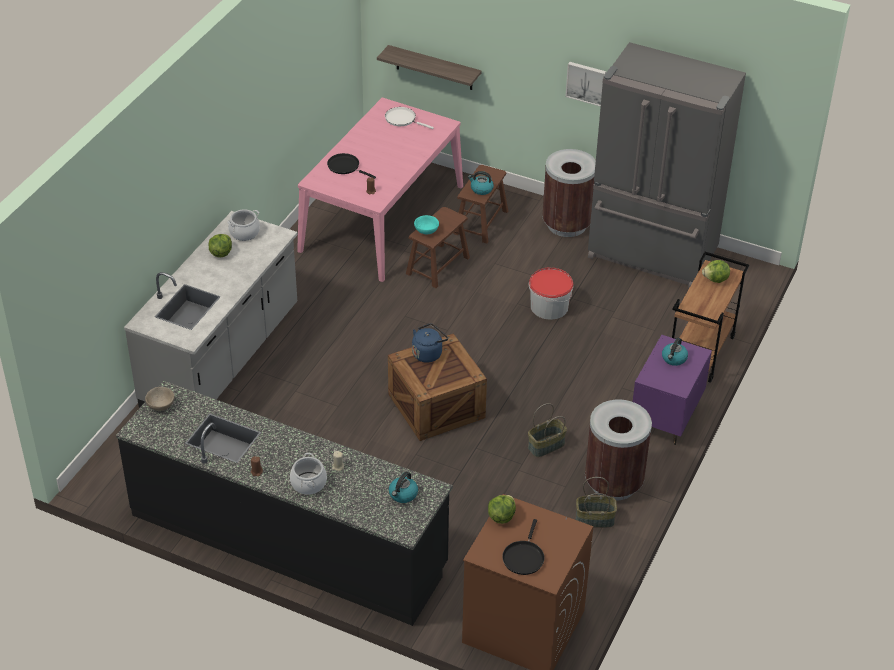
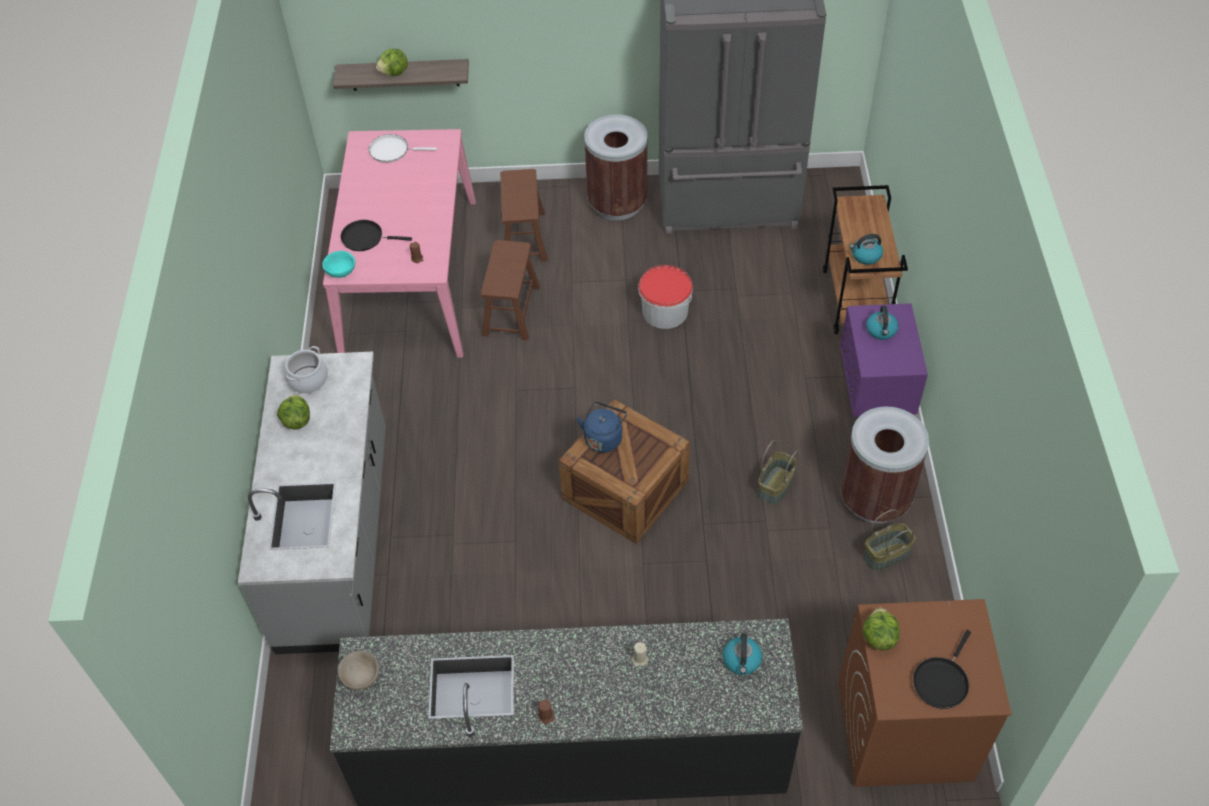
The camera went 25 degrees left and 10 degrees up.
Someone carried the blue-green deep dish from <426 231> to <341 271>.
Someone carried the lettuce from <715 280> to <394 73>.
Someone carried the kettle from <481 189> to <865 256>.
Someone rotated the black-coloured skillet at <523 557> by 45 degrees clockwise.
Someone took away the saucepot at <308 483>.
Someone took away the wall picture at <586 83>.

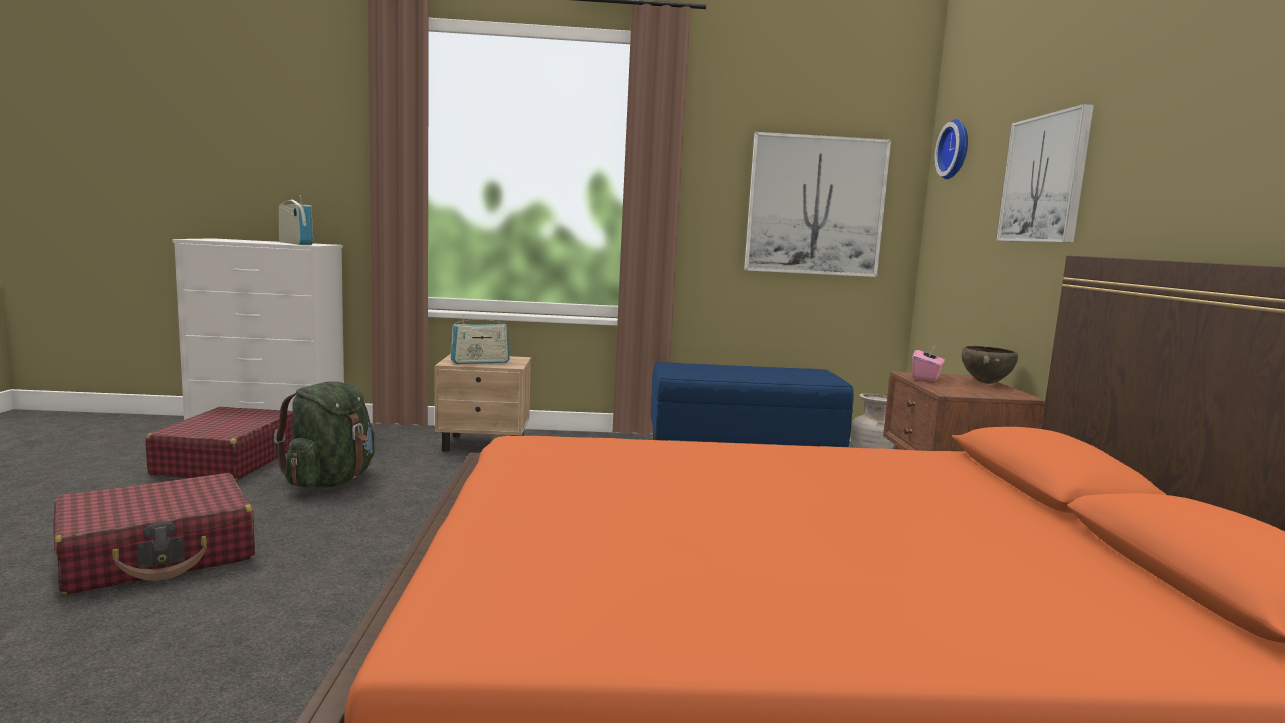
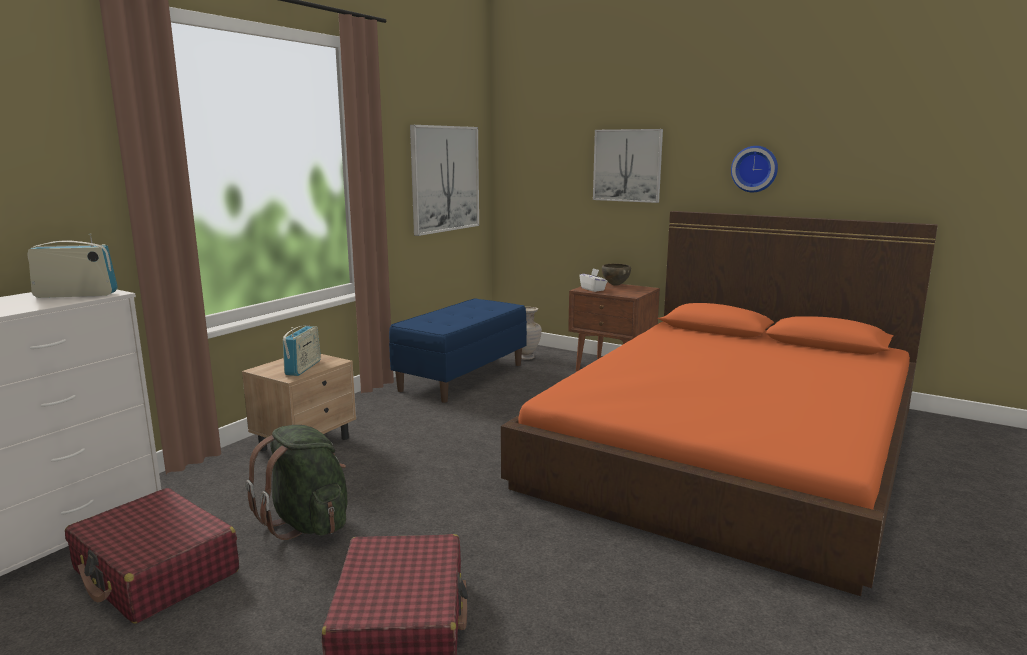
The camera went 55 degrees left and 5 degrees up.
Someone repainted the pink tissue holder at <926 377>, which became the white-coloured tissue holder at <593 289>.
Someone carried the wall clock from <956 149> to <755 169>.

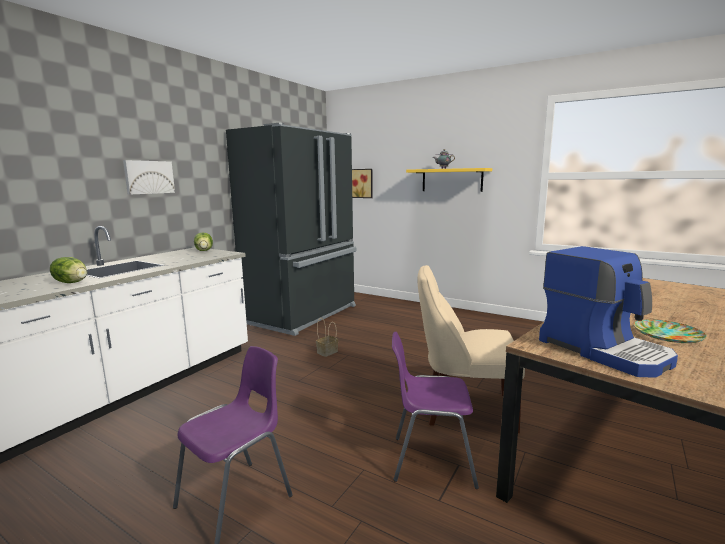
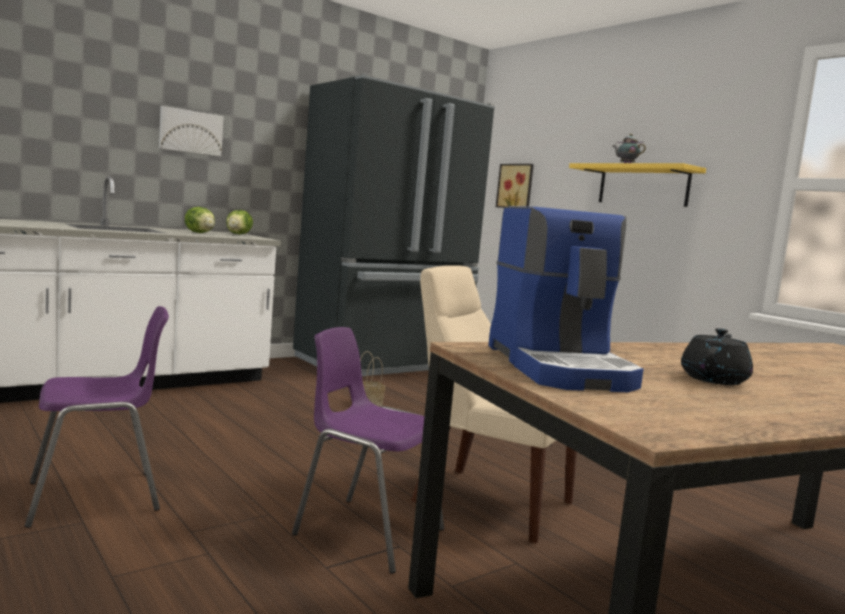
The camera went 20 degrees right and 5 degrees down.
Someone carried the lettuce from <72 282> to <200 233>.
Someone swapped the flat dish at <666 335> for the black-coloured pot for tea at <714 379>.

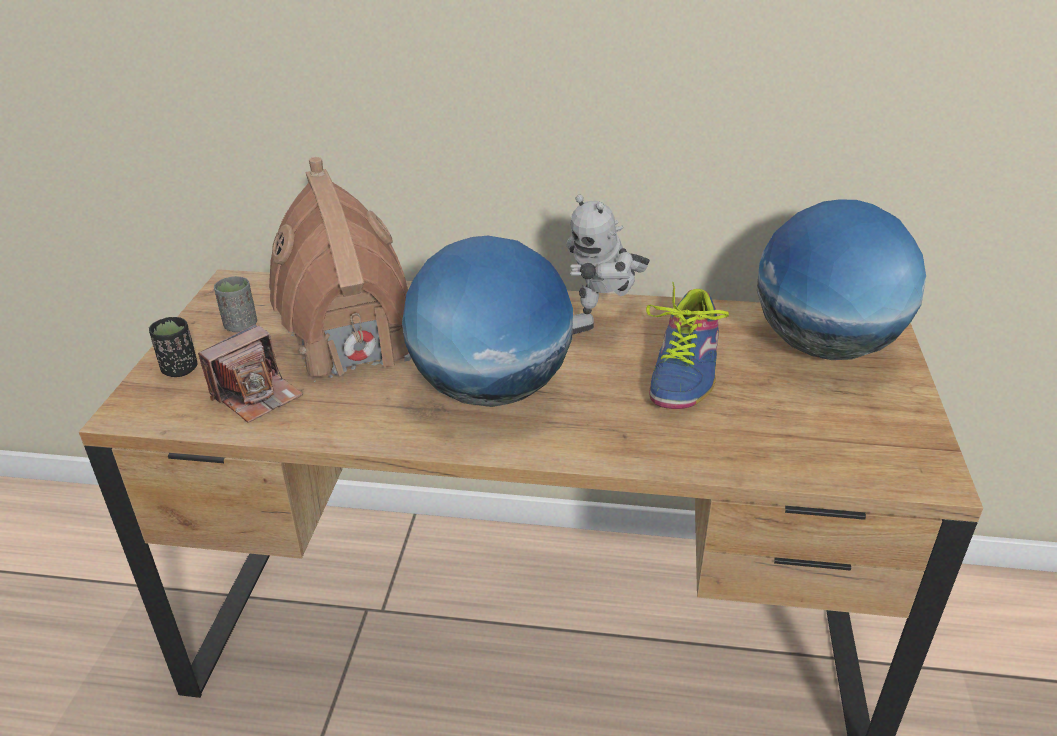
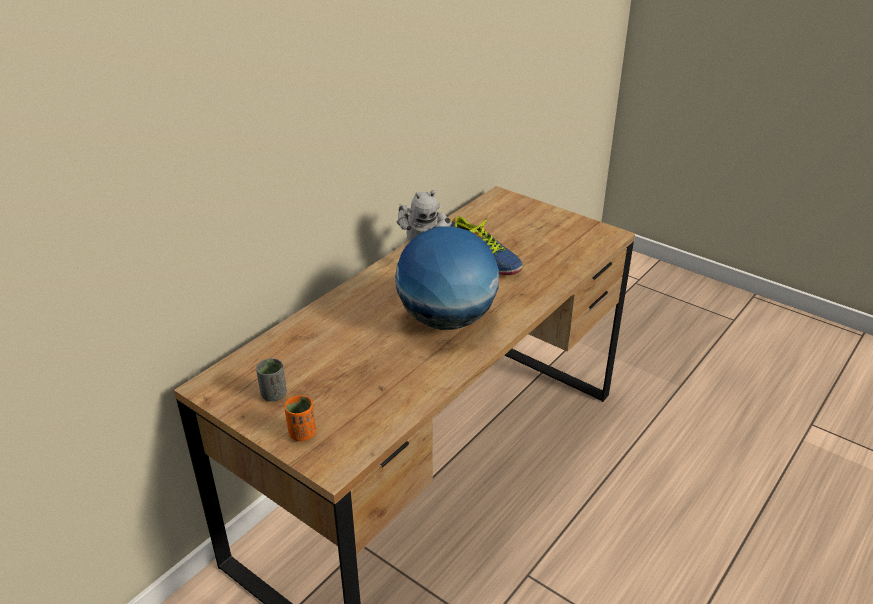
The camera went 60 degrees left and 0 degrees up.
Someone repainted the black-coloured drinking cup at <180 369>, which became the orange-coloured drinking cup at <302 433>.
Someone took away the still camera at <257 395>.
Someone took away the miniature house at <349 343>.
Someone took away the world globe at <824 347>.

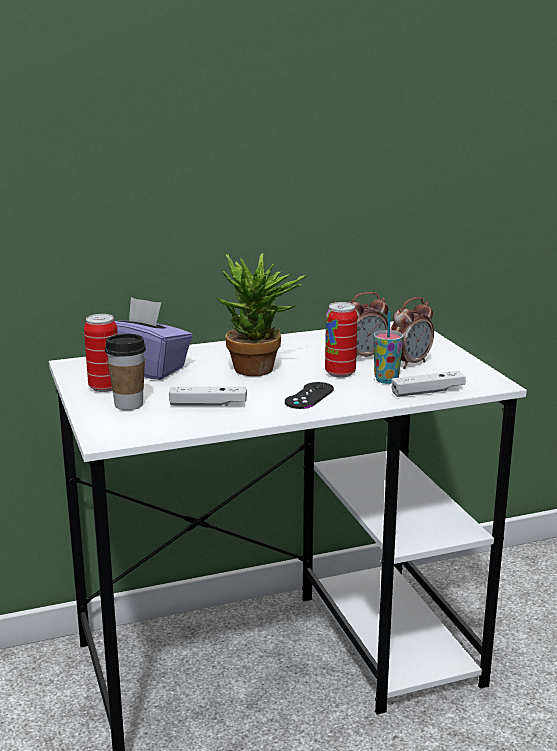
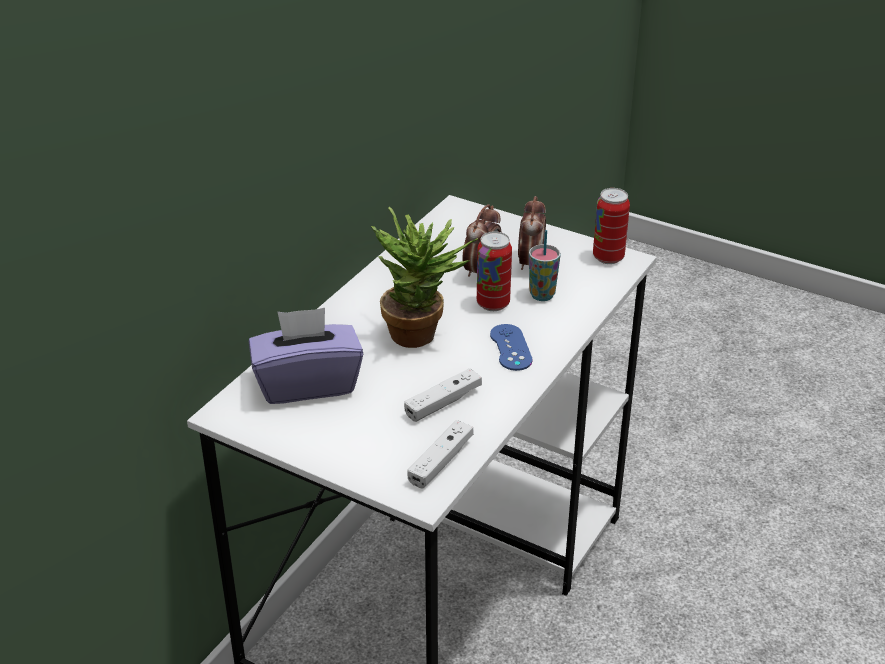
The camera went 40 degrees left and 15 degrees up.
Someone carried the white-coloured game controller from <427 391> to <440 461>.
Someone repainted the black-coloured game controller at <309 396>, which became the blue game controller at <510 347>.
Someone carried the metal can from <104 387> to <608 257>.
Someone took away the drinking cup at <128 404>.

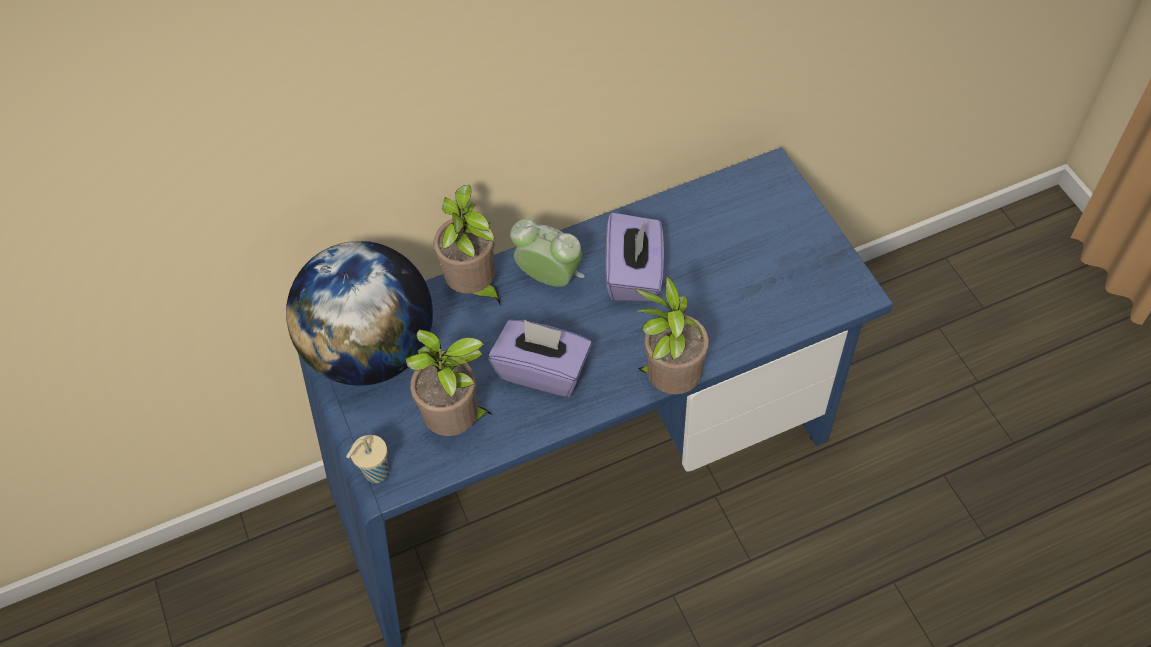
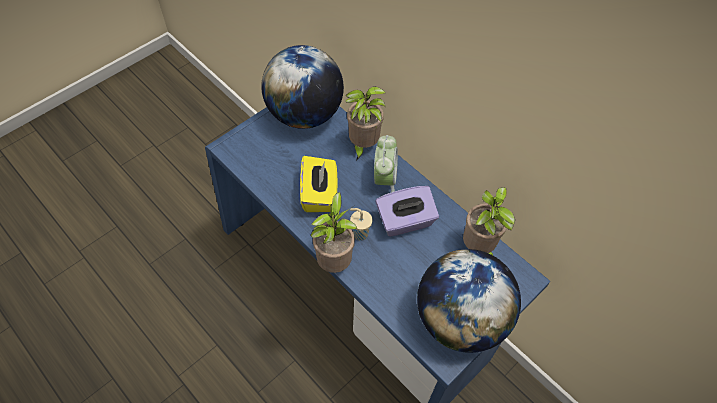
The camera went 65 degrees right and 0 degrees up.
Someone repainted the purple tissue holder at <543 370>, which became the yellow tissue holder at <319 194>.
Someone carried the beige-coloured drinking cup from <375 473> to <359 233>.
Someone put down the world globe at <460 319>.
Someone carried the plant in a pot from <457 423> to <478 249>.

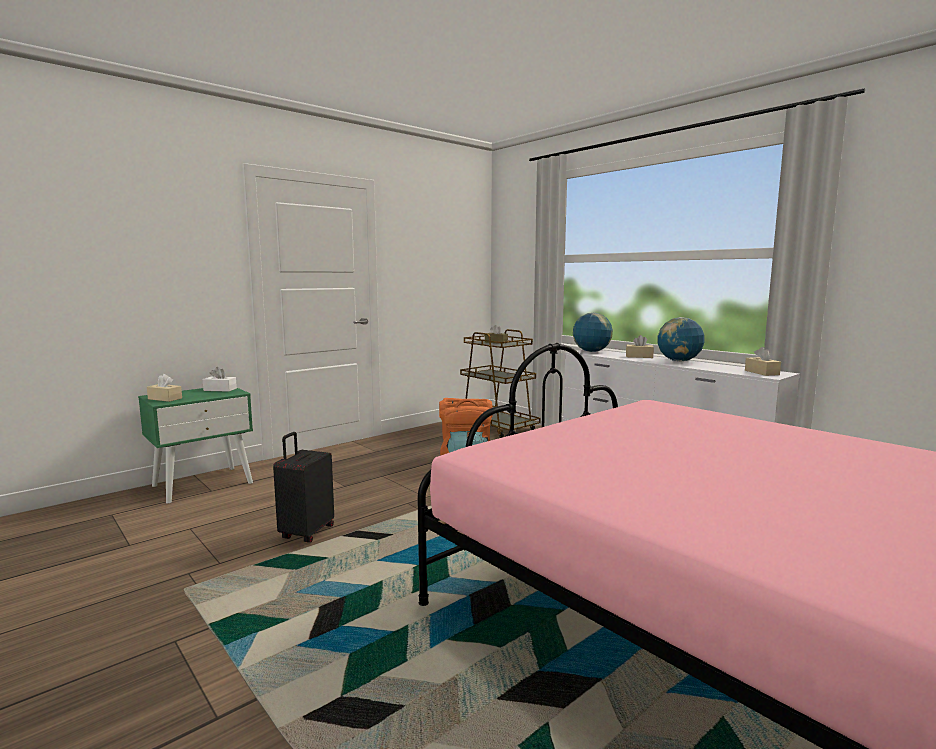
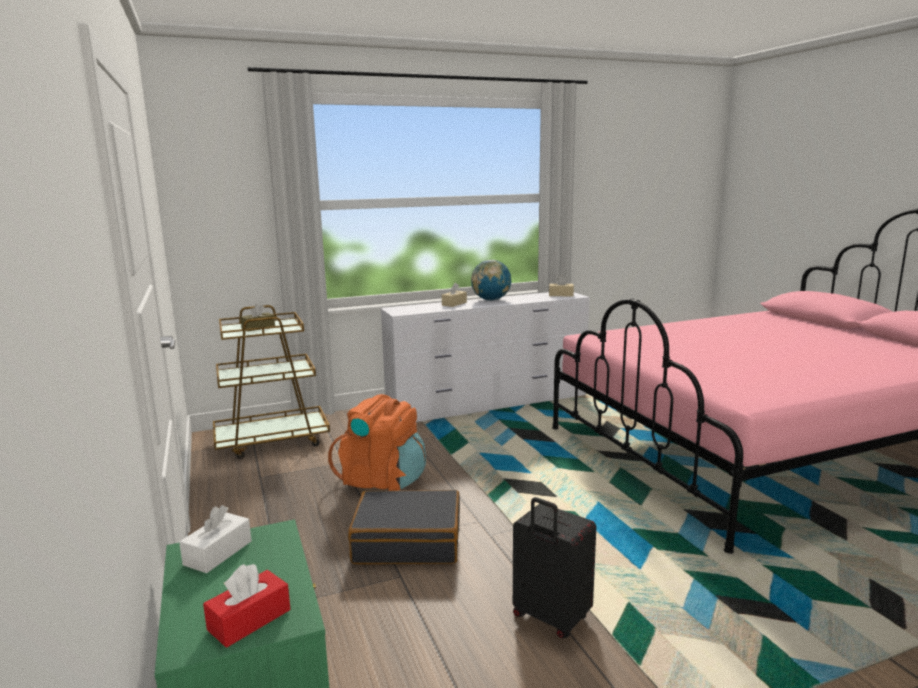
The camera went 70 degrees left and 5 degrees up.
Someone repainted the beige-coloured tissue holder at <165 398>, which became the red-coloured tissue holder at <249 620>.
Someone put down the black-coloured suitcase at <408 541>.
Someone took away the world globe at <591 351>.

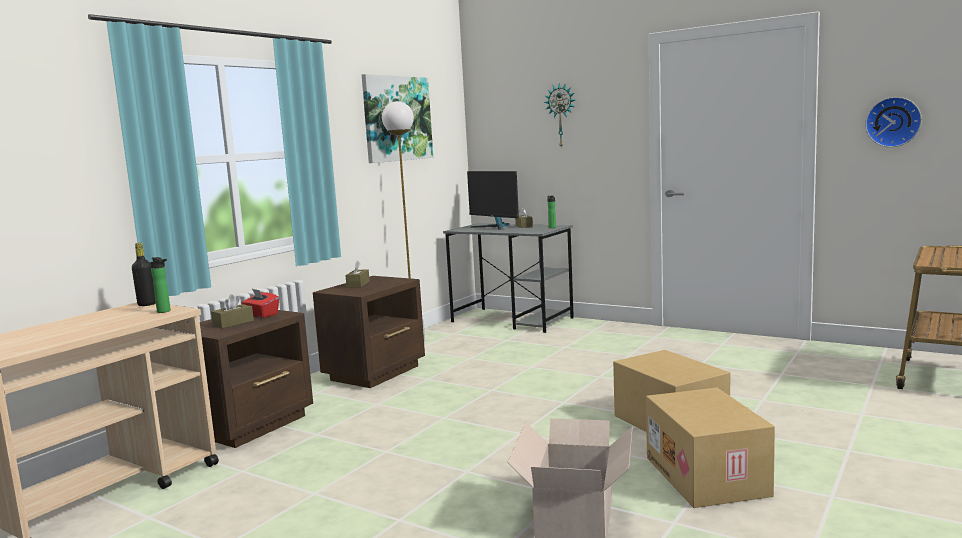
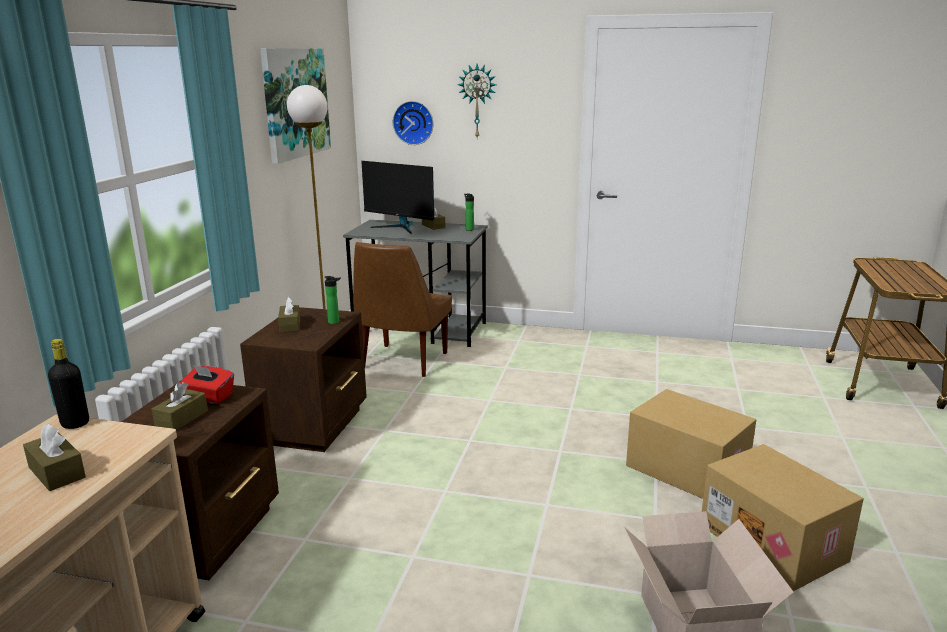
The camera went 20 degrees left and 10 degrees up.
Someone put down the brown-coloured tissue holder at <57 472>.
Someone carried the drink bottle from <165 311> to <335 322>.
Someone put down the brown-coloured upright chair at <402 362>.
Someone carried the wall clock from <893 122> to <414 122>.

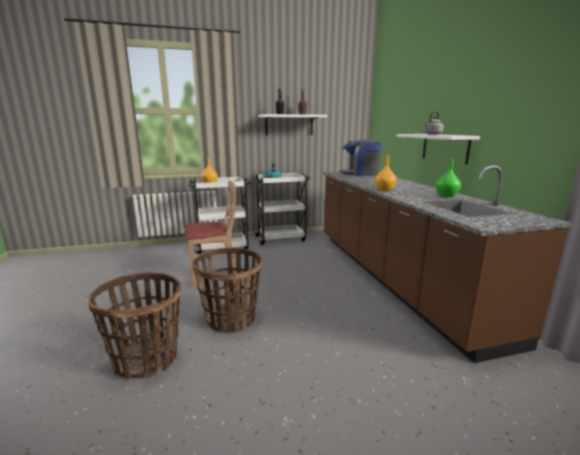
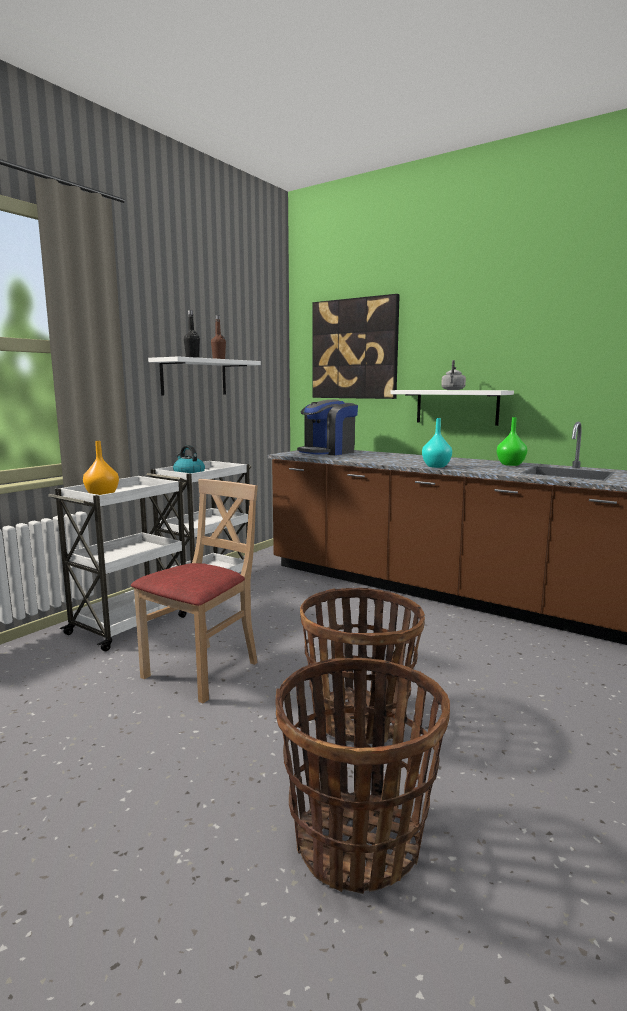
The camera went 40 degrees left and 5 degrees down.
Someone put up the wall picture at <354 349>.
Someone repainted the orange-coloured vase at <385 190>, which became the blue-green vase at <436 466>.

